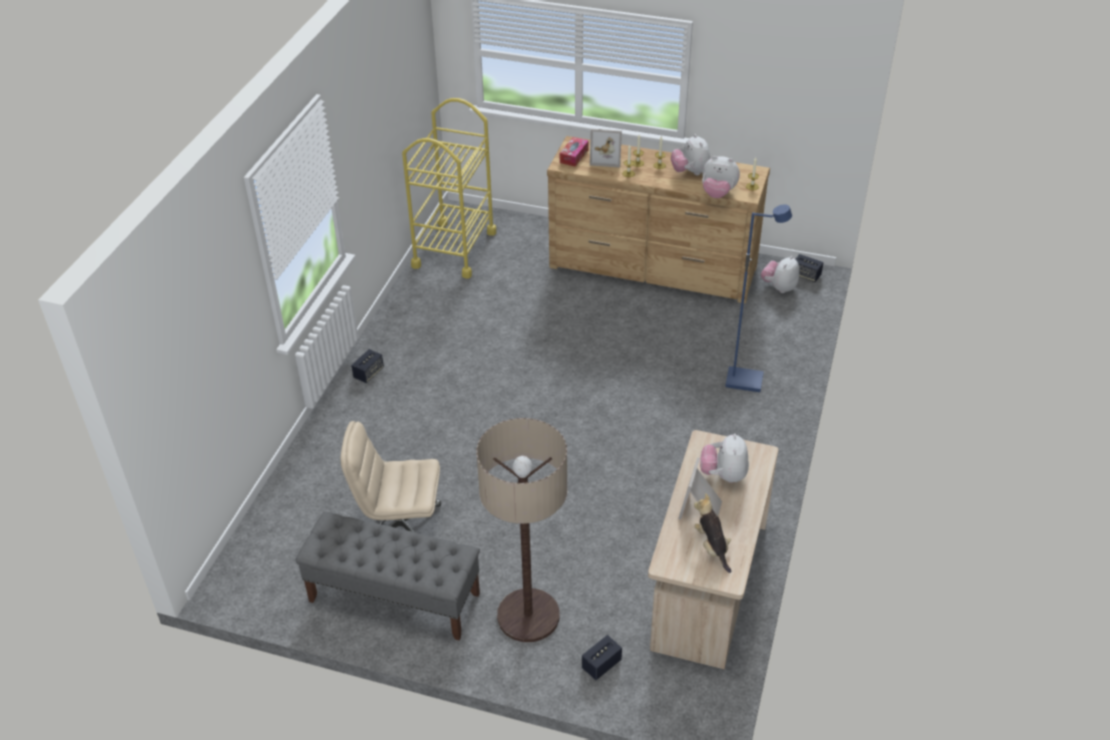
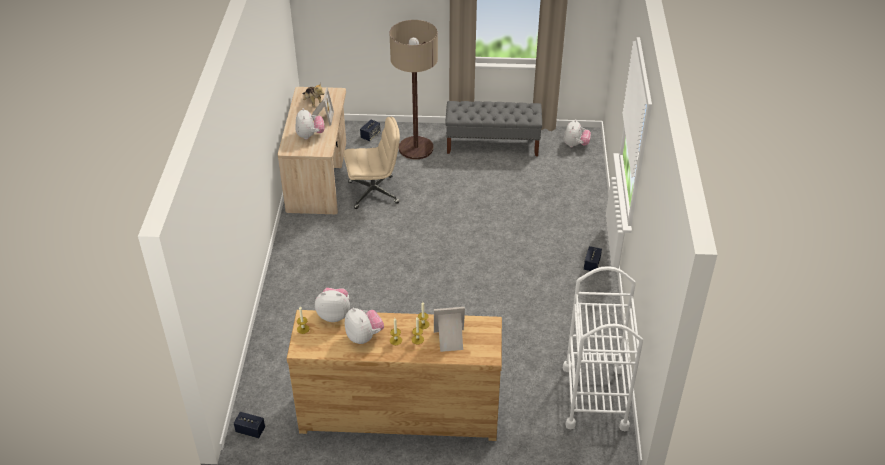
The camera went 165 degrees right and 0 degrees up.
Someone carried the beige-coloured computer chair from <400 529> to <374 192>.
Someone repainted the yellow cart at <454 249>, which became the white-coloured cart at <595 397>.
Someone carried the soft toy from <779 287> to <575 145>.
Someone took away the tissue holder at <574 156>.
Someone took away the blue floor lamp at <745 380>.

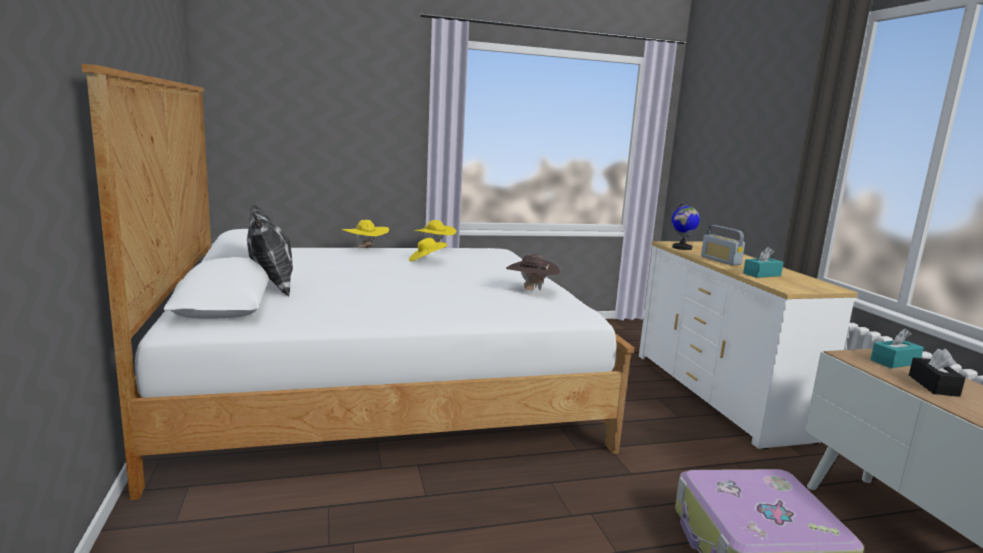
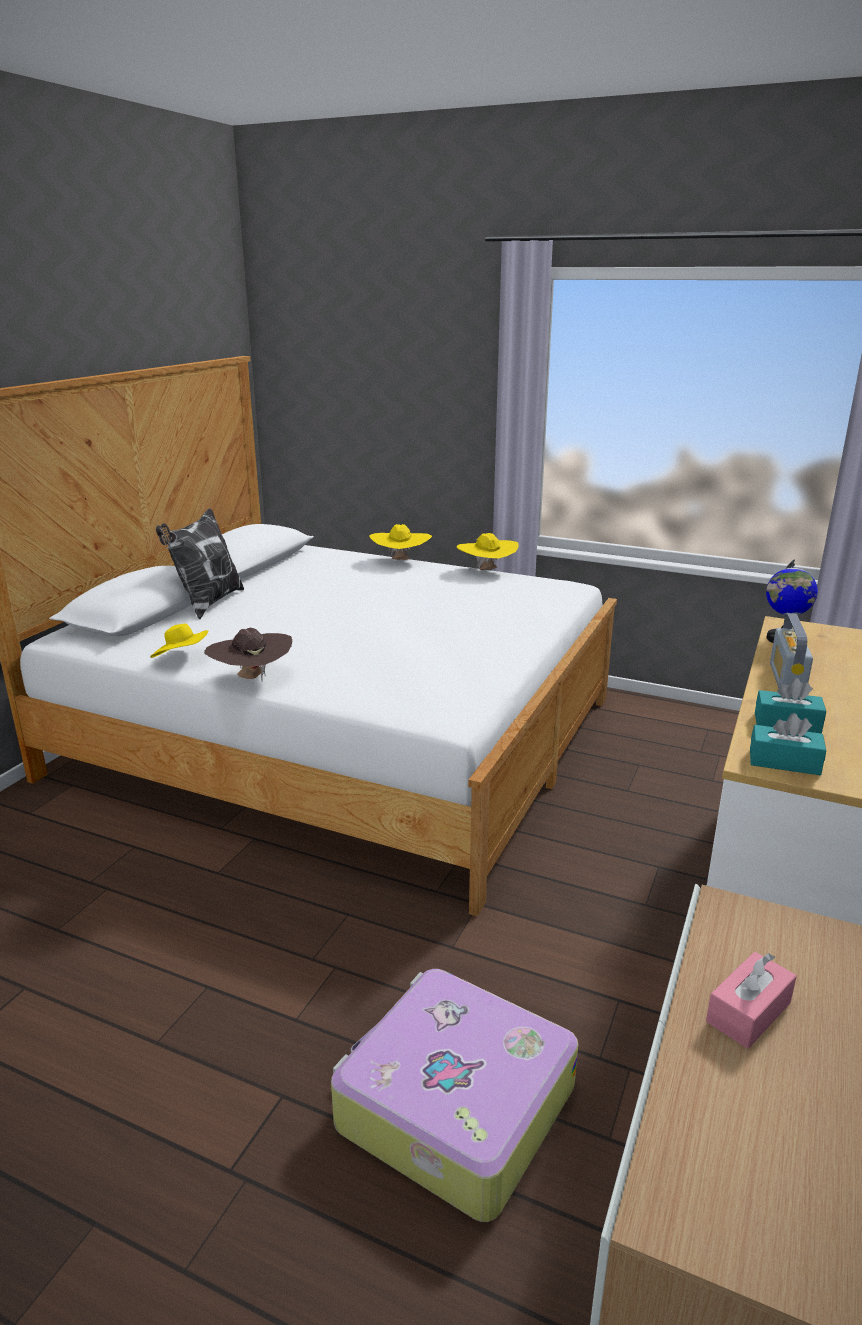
The camera went 40 degrees right and 10 degrees up.
Someone carried the yellow clothing hat from <426 260> to <182 658>.
Someone carried the brown-coloured clothing hat from <530 290> to <252 678>.
Someone repainted the black-coloured tissue holder at <933 385>, which became the pink tissue holder at <748 1012>.
Someone carried the blue-green tissue holder from <894 362> to <784 762>.

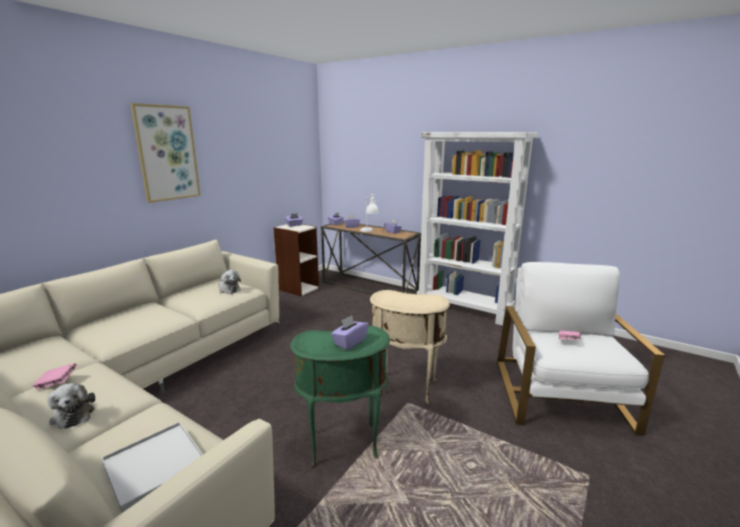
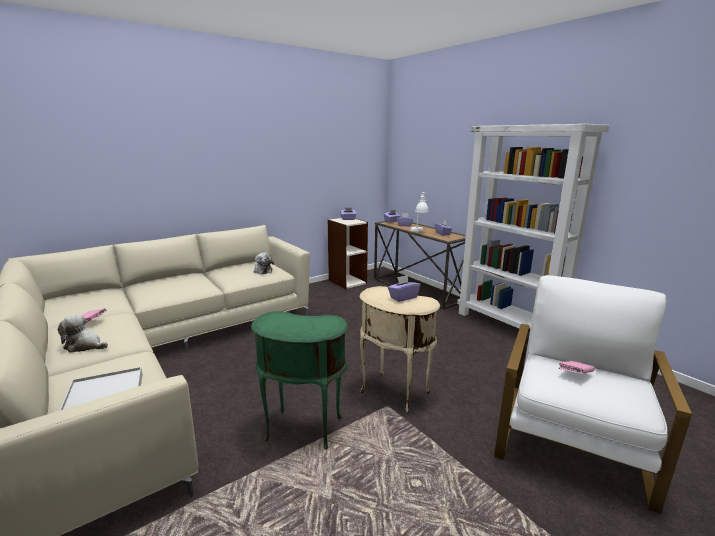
The camera went 20 degrees right and 0 degrees up.
Someone rotated the soft toy at <73 414> by 120 degrees clockwise.
Someone carried the purple tissue holder from <349 342> to <403 297>.
Someone took away the wall picture at <167 153>.

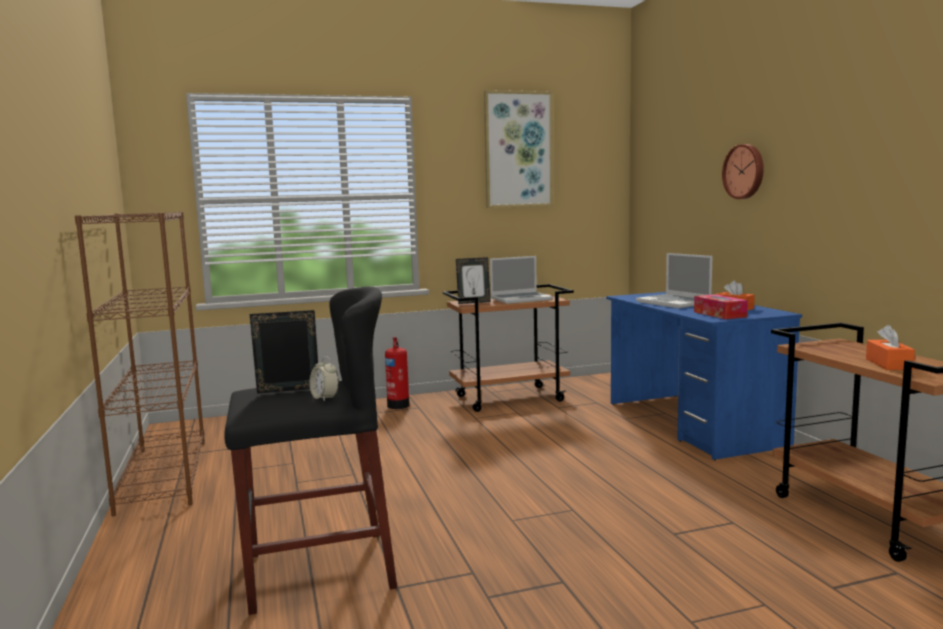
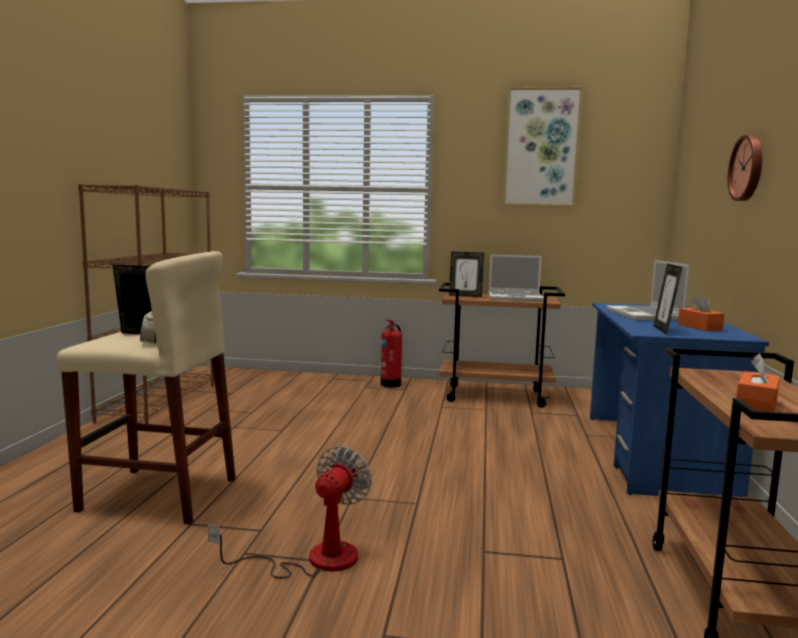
The camera went 25 degrees right and 0 degrees up.
Someone repainted the black-coloured stool seat at <319 570>, which became the beige-coloured stool seat at <158 495>.
Someone put down the cooling fan at <314 560>.
Someone swapped the tissue holder at <719 314> for the picture frame at <664 330>.

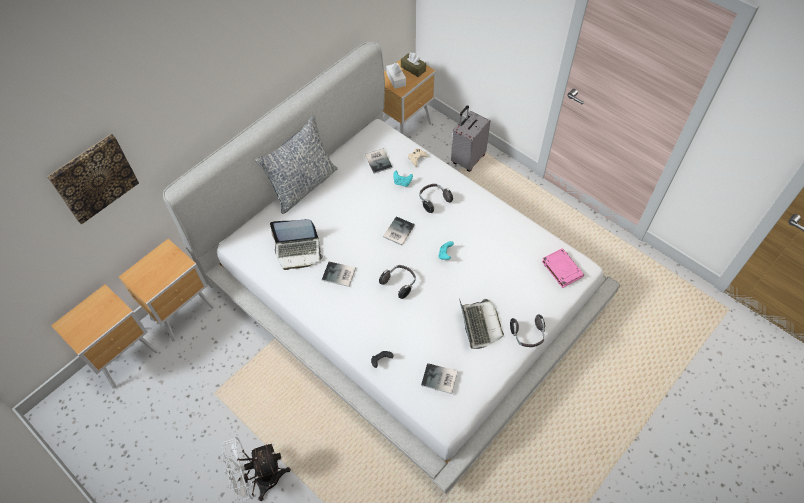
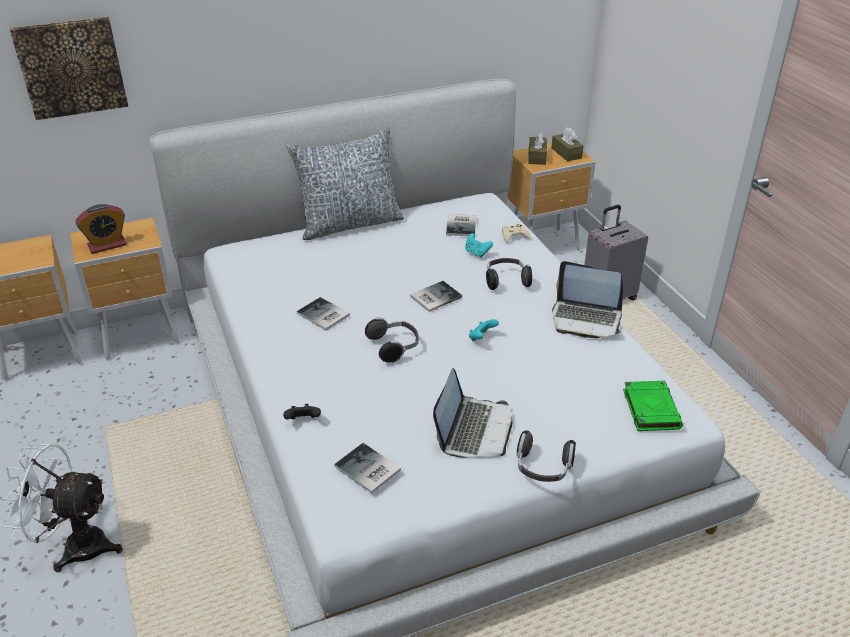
The camera went 25 degrees right and 20 degrees down.
Someone put down the alarm clock at <107 245>.
Someone repainted the white-coloured tissue holder at <396 79>, which became the brown-coloured tissue holder at <537 157>.
Someone carried the notebook computer from <298 251> to <586 319>.
Someone repainted the pink bound book at <561 269>, which became the green bound book at <650 409>.

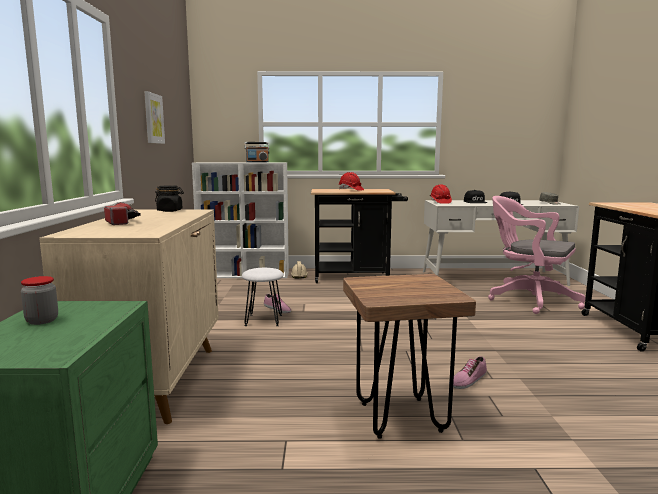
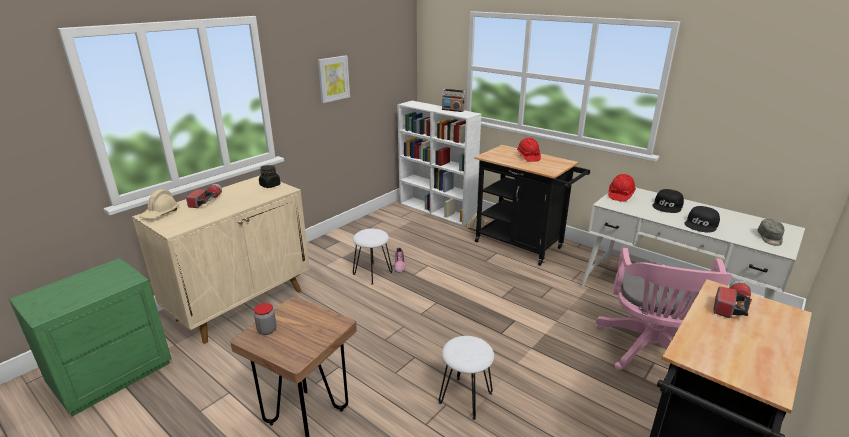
The camera went 40 degrees right and 15 degrees up.
Someone put down the beige-coloured safety helmet at <160 213>.
Someone carried the preserve jar from <42 321> to <267 330>.
Someone put down the white-coloured stool seat at <466 398>.
Someone rotated the pink computer chair at <528 300> by 150 degrees counterclockwise.
Someone put down the hand torch at <731 306>.
Someone took away the item of footwear at <467 380>.

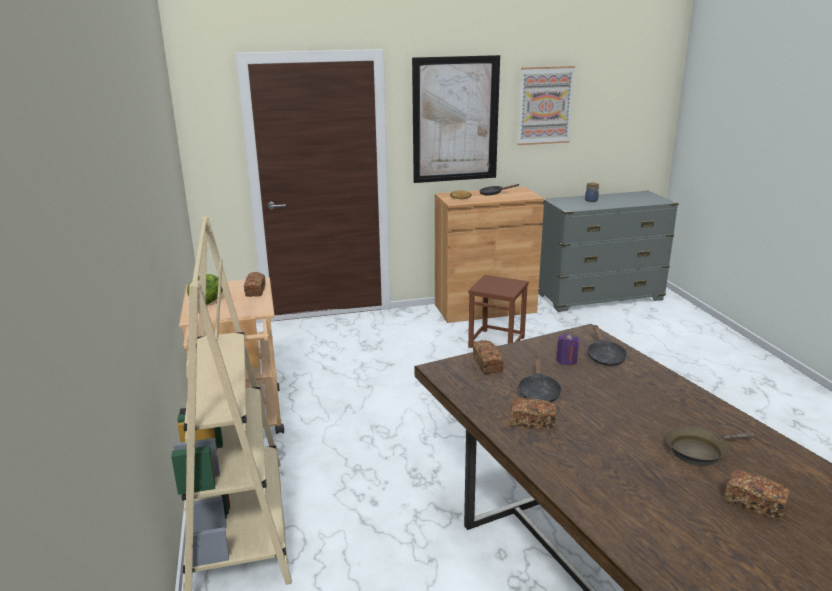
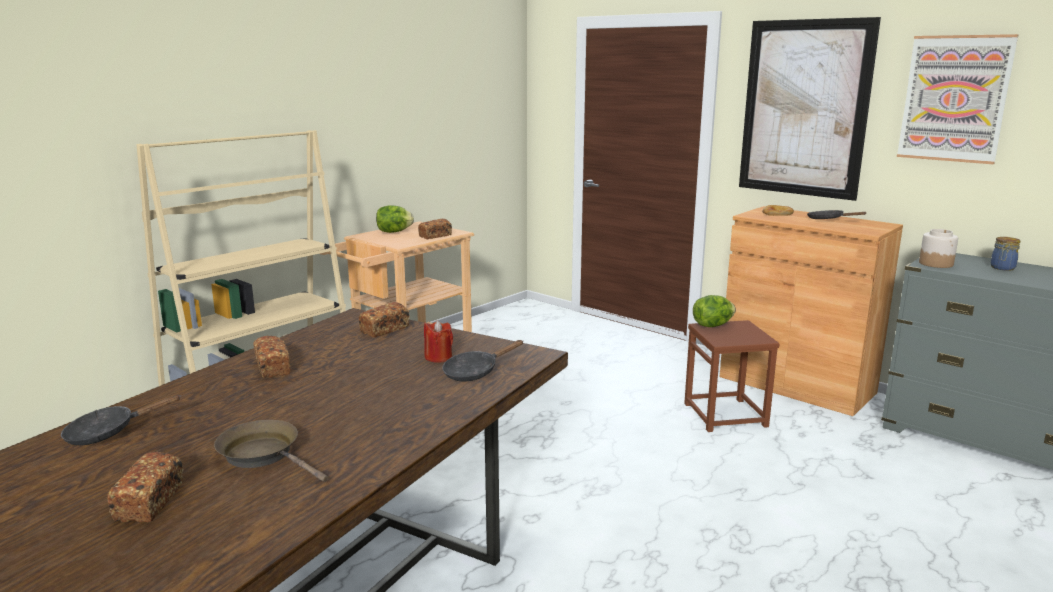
The camera went 55 degrees right and 5 degrees down.
Someone carried the black-coloured skillet from <538 392> to <108 432>.
Someone repainted the purple wax candle at <566 360>, which became the red-coloured wax candle at <438 357>.
Someone put down the lettuce at <712 325>.
Someone put down the preserve jar at <936 264>.

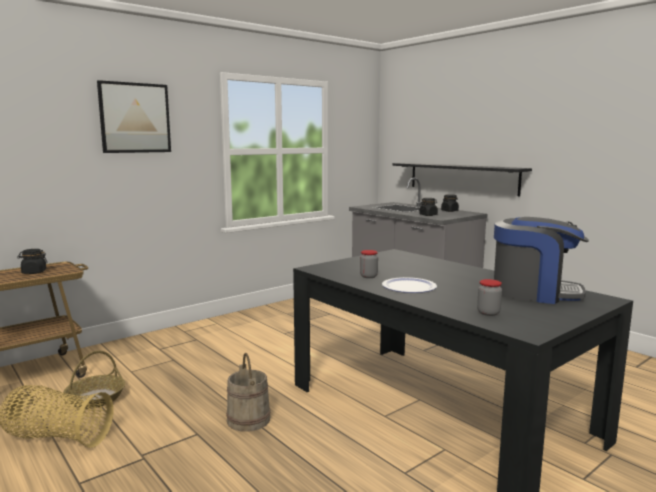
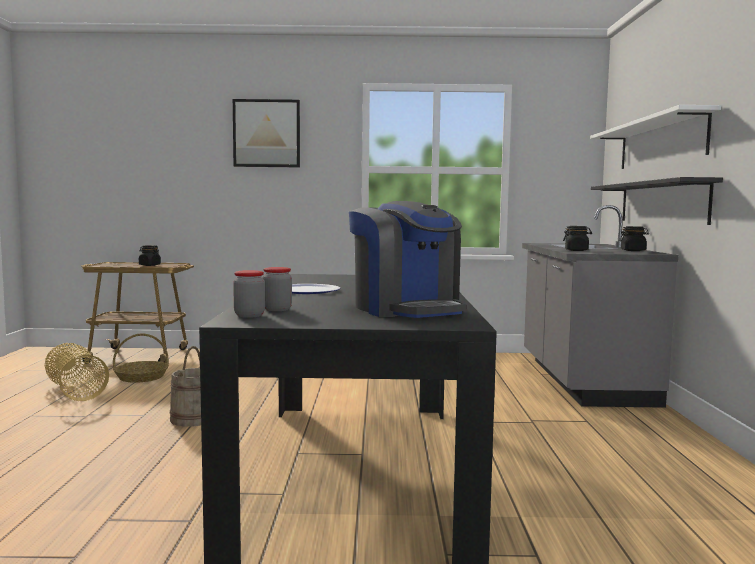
The camera went 40 degrees right and 5 degrees down.
Someone carried the preserve jar from <368 276> to <249 315>.
Someone put up the white-coloured bracket shelf at <660 143>.

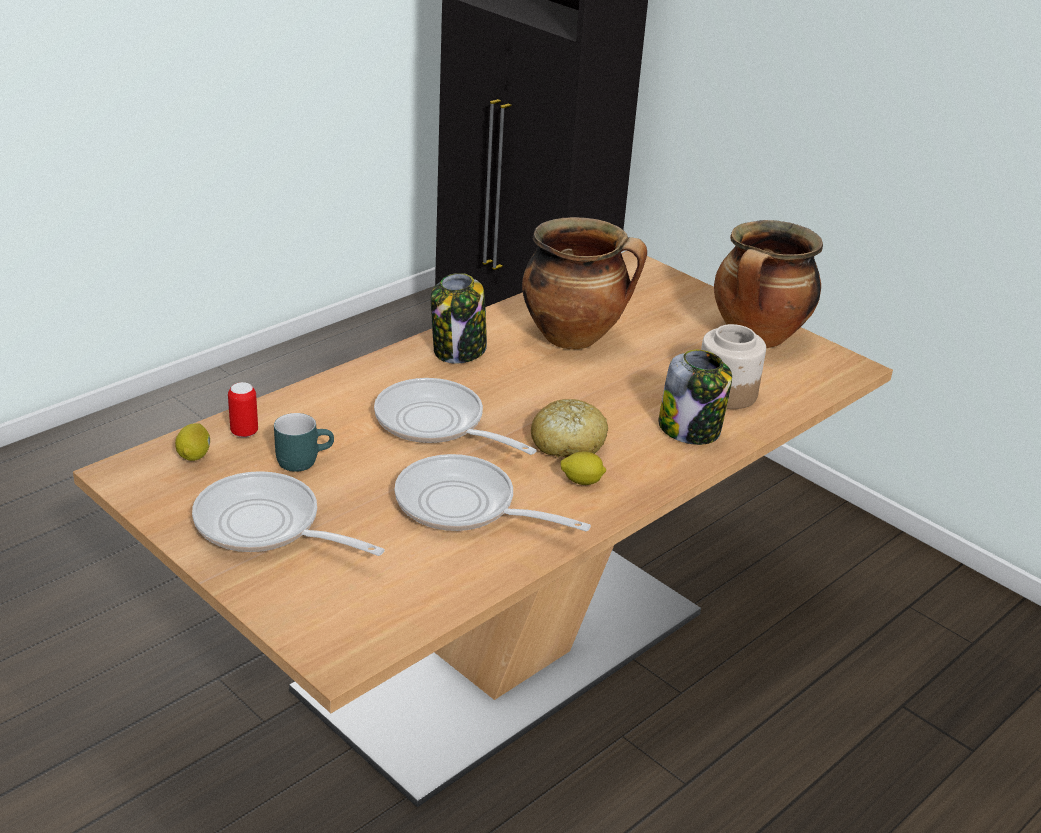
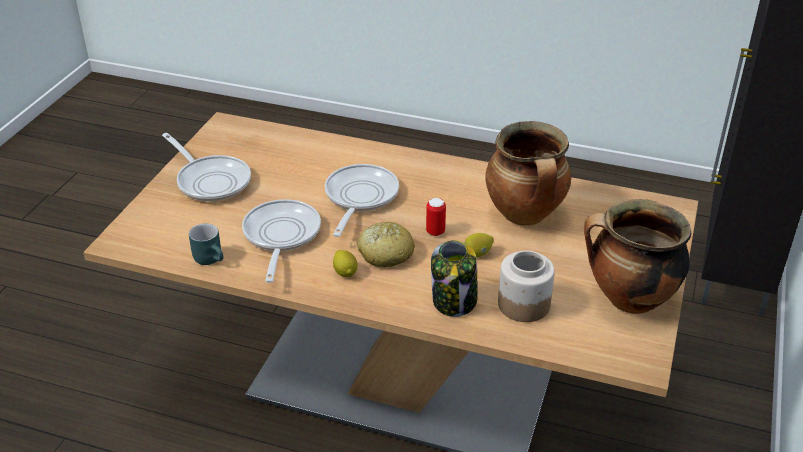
The camera went 65 degrees right and 5 degrees up.
Someone rotated the skillet at <266 526> by 135 degrees clockwise.
Someone carried the blue-green tea mug from <303 459> to <212 258>.
Someone carried the metal can from <244 432> to <435 232>.
Someone carried the whole lemon from <194 455> to <477 254>.
Someone took away the preserve jar at <459 351>.

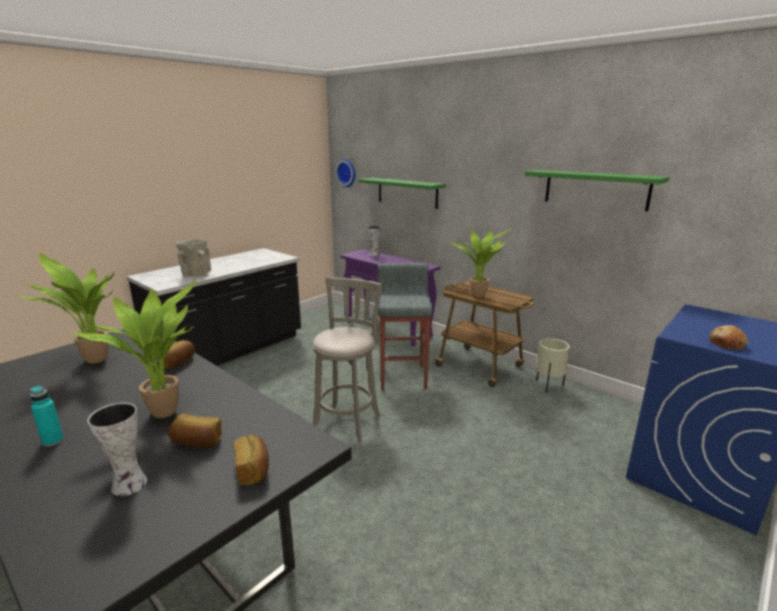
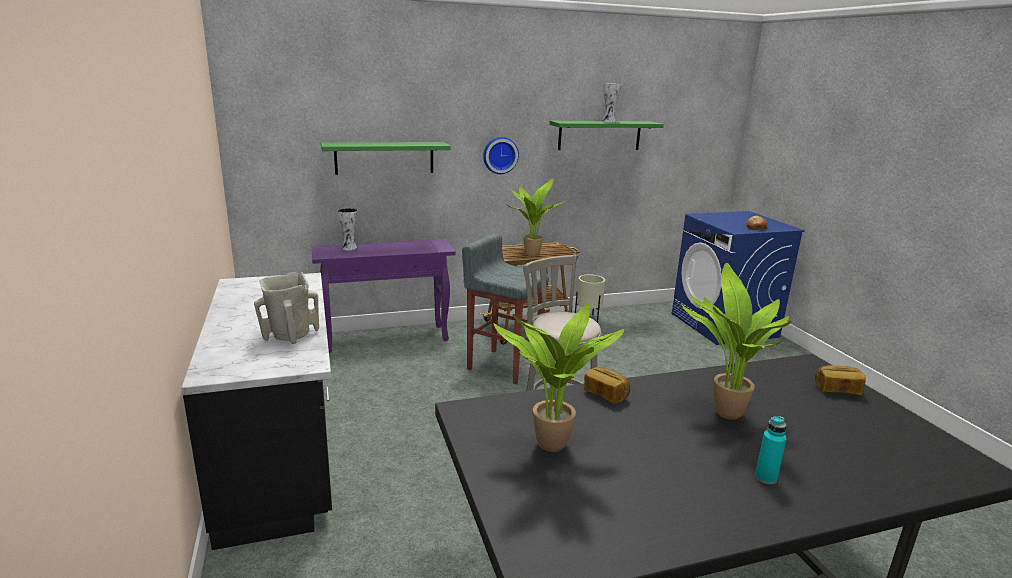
The camera went 60 degrees left and 0 degrees up.
Someone carried the wall clock from <347 173> to <500 155>.
Someone carried the vase from <128 485> to <609 121>.
Someone took away the bread at <197 442>.

